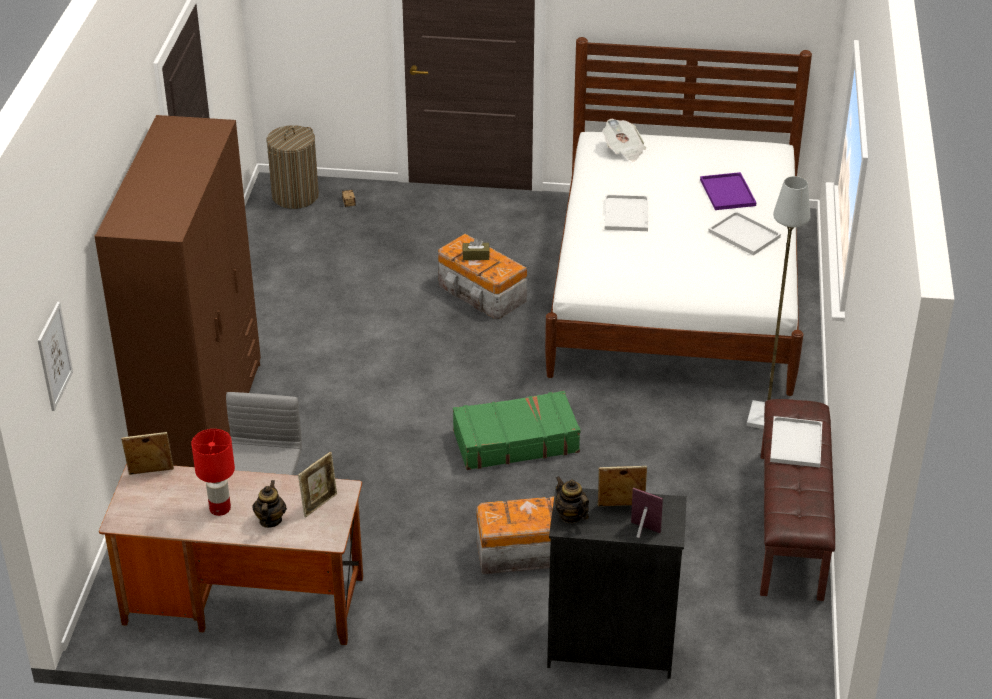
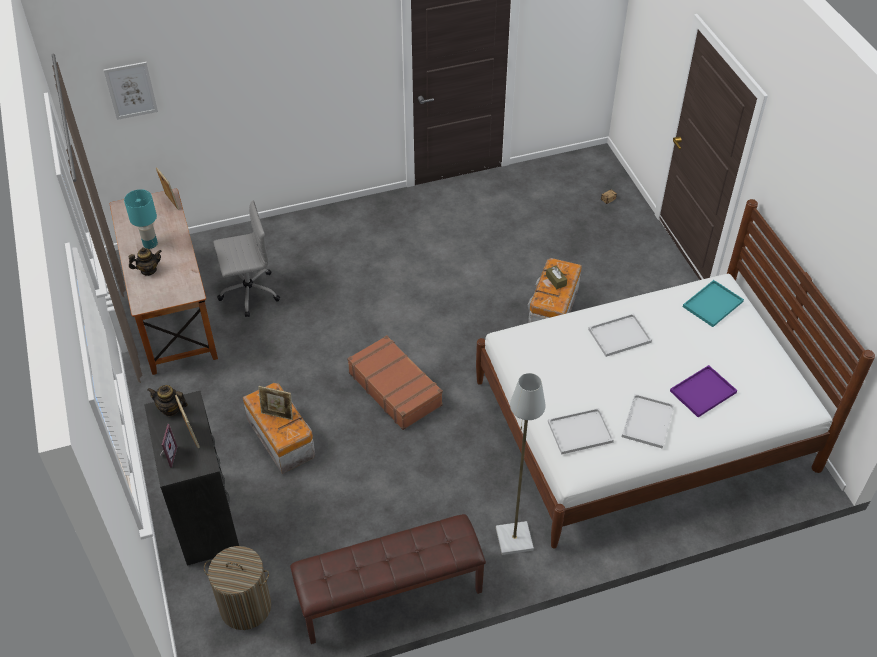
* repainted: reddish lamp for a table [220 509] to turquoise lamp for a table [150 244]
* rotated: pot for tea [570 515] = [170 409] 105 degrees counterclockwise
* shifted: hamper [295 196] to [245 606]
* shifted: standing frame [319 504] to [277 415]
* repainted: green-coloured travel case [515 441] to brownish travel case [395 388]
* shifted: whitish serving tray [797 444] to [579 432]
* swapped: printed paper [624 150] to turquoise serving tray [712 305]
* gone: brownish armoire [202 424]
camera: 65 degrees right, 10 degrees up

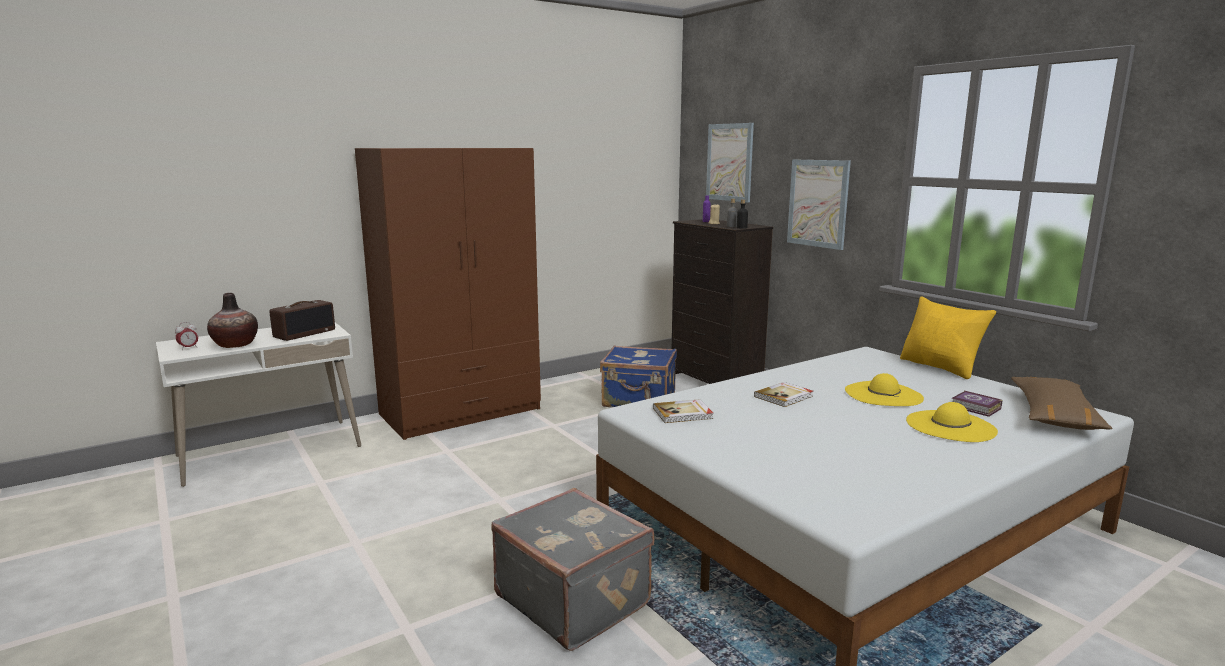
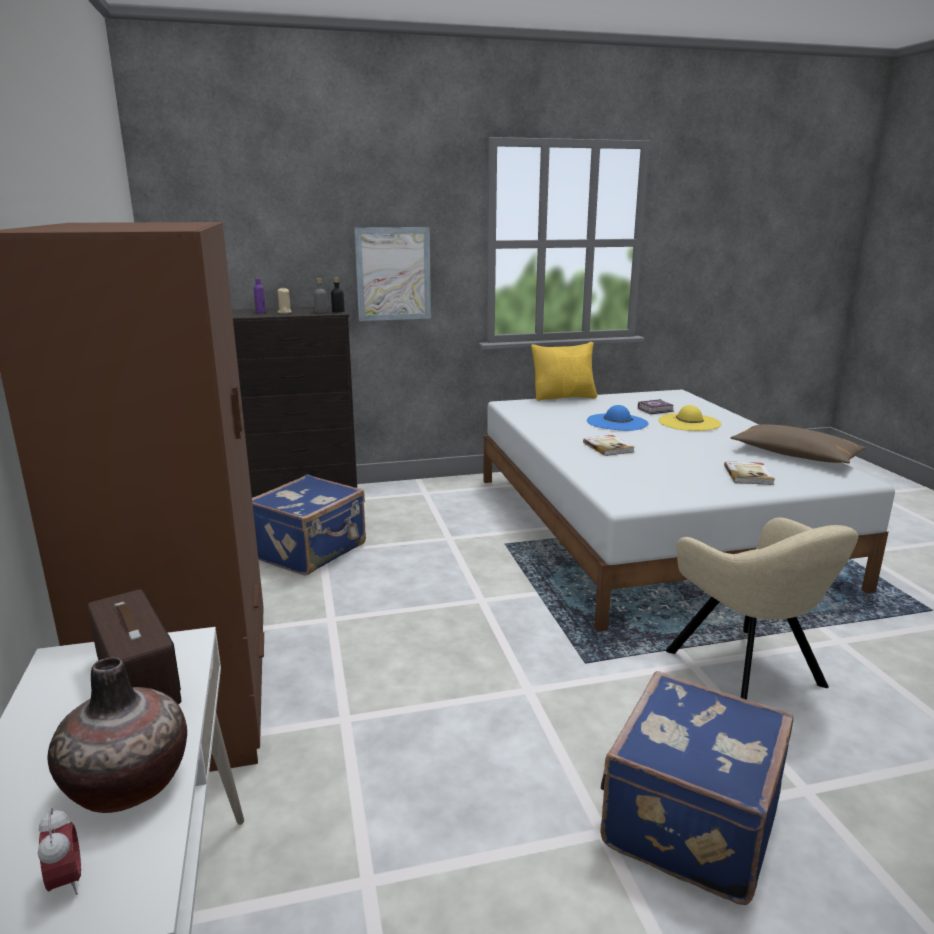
* repainted: yellow wearable hat [883 394] to blue-coloured wearable hat [617 422]
* new: blue-coloured travel case [687 821]
* swapped: gray travel case [574 599] to beige-coloured lounge chair [749 672]
* shifted: bound book [683 413] to [749 475]
* shifted: brownish throw pillow [1054 415] to [795 455]
* gone: picture [729 162]
camera: 70 degrees left, 5 degrees up

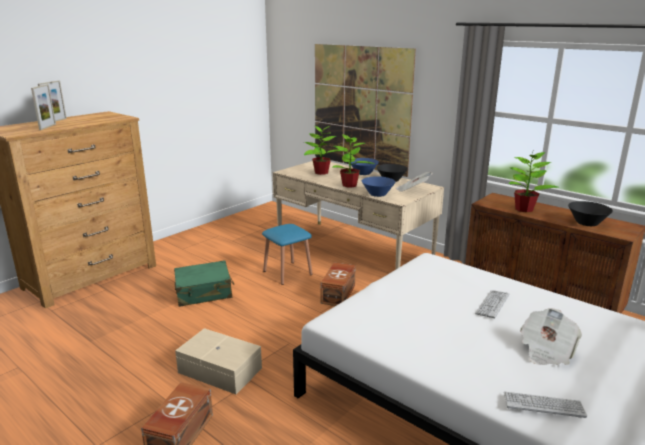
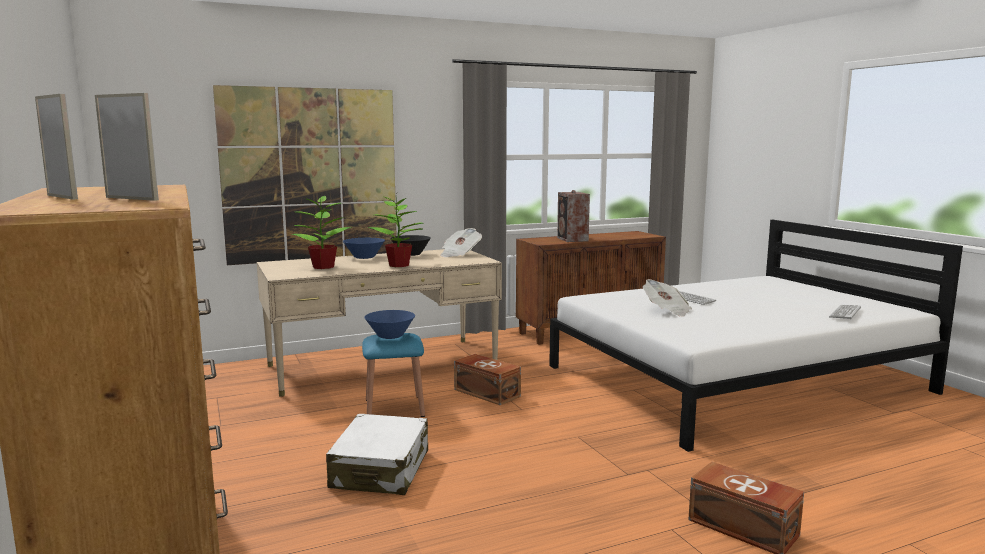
* repainted: green-coloured travel case [204 292] to whitish travel case [381 470]
* shifted: blue-coloured serving bowl [377 194] to [390 336]
* swapped: plant in a pot [524 209] to audio speaker [572 239]
* shifted: printed paper [546 351] to [666 311]
* gone: beige-coloured storage box [220 371]
* gone: black-coloured serving bowl [586 223]
camera: 65 degrees left, 10 degrees down

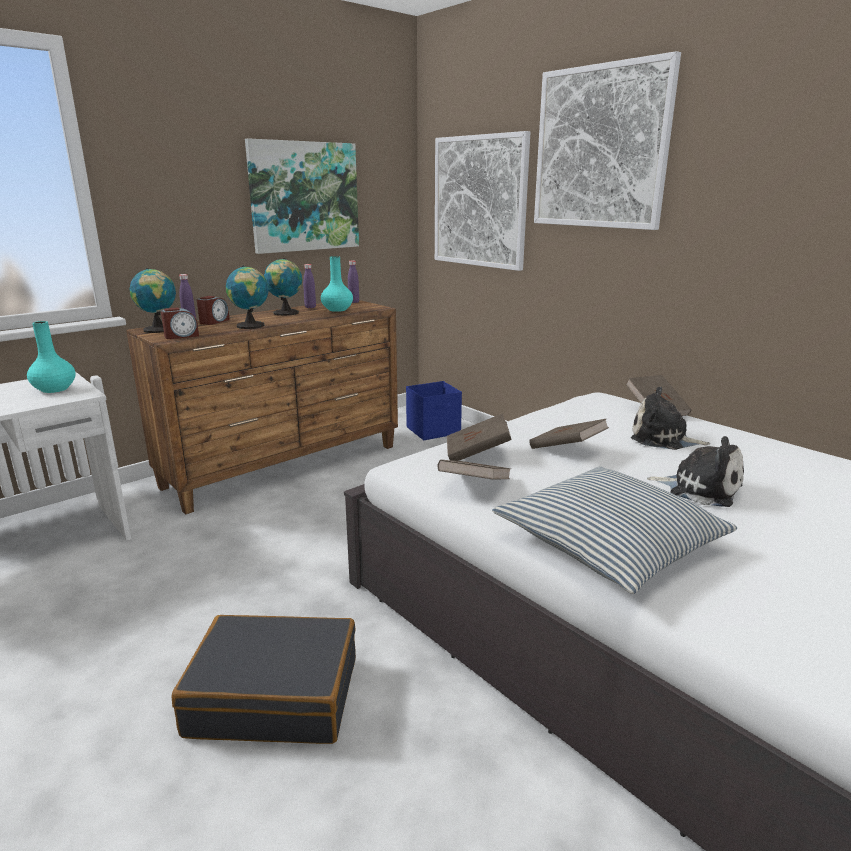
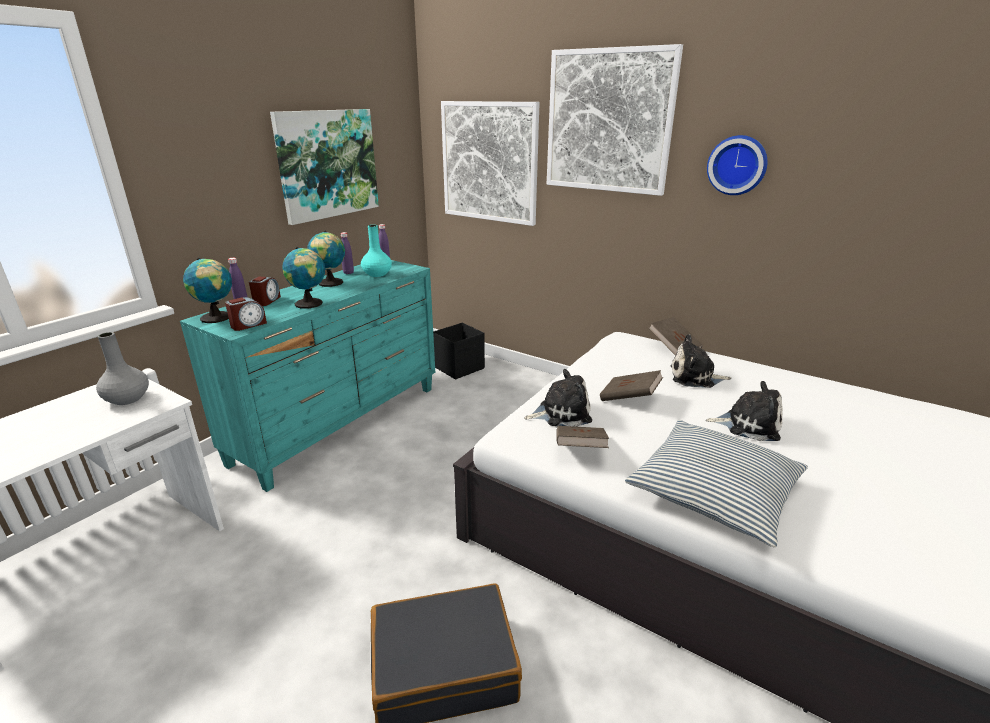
* repainted: turquoise vase [54 389] to gray vase [127 399]
* repainted: brownish drawer chest [285 466] to turquoise drawer chest [341 424]
* repainted: blue-coloured storage box [434 430] to black-coloured storage box [460 368]
* swapped: brownish bound book [477 454] to cuddly toy [561 413]
* new: hanging clock [737 165]
camera: 15 degrees left, 5 degrees up

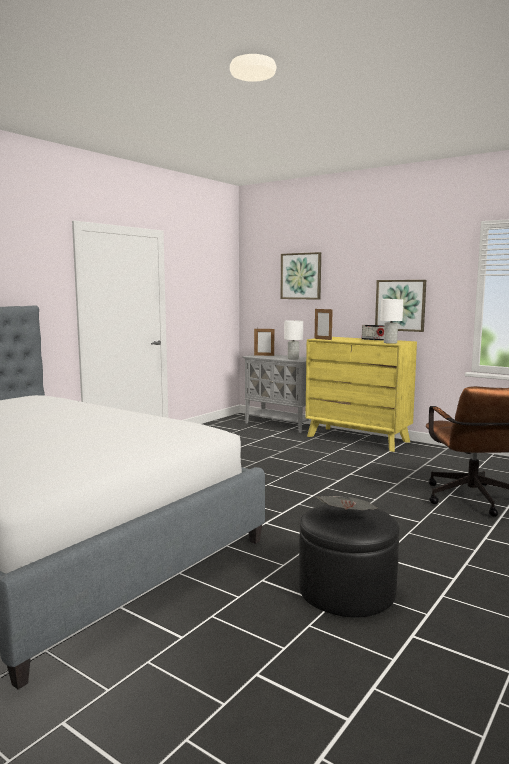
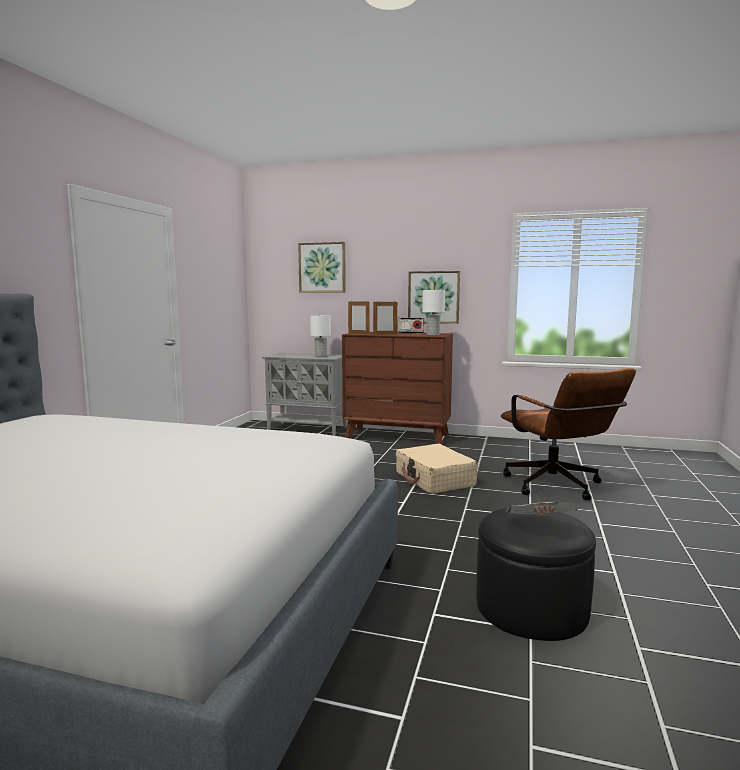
* repainted: yellow drawer chest [357 439] to brownish drawer chest [397 436]
* shifted: standing frame [264 355] to [385 334]
* new: beige-coloured travel case [434 479]
camera: 20 degrees left, 0 degrees up

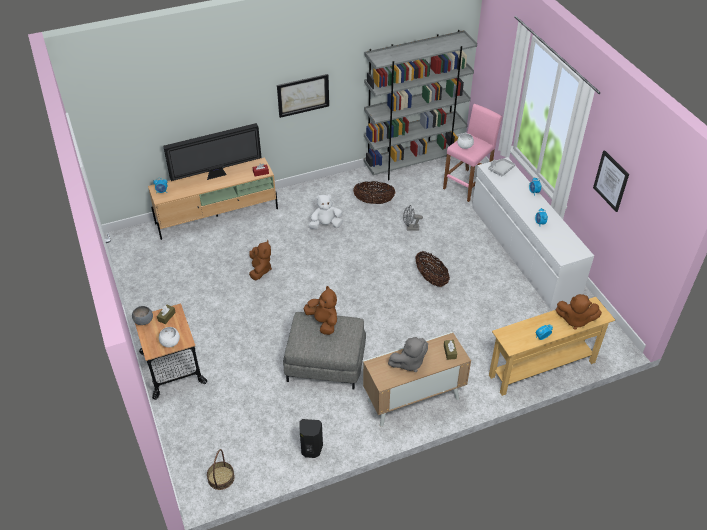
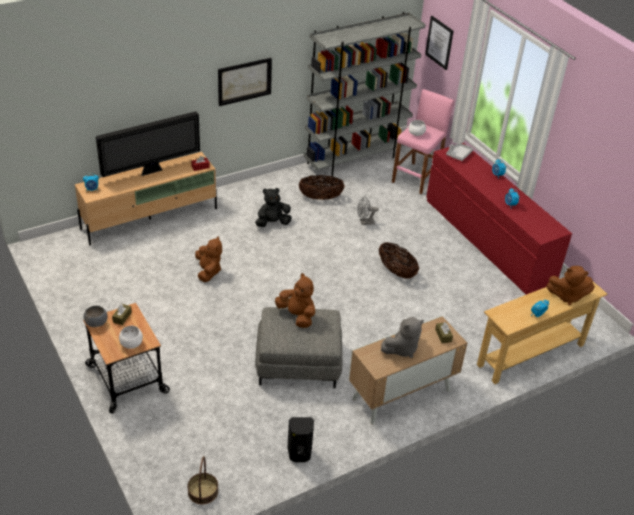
* repainted: whitish cuddly toy [325 225] to black-coloured cuddly toy [272 223]
* shifted: picture [611 181] to [439 42]
* repainted: whitish drawer chest [523 251] to reddish drawer chest [488 240]
camera: 10 degrees left, 5 degrees down

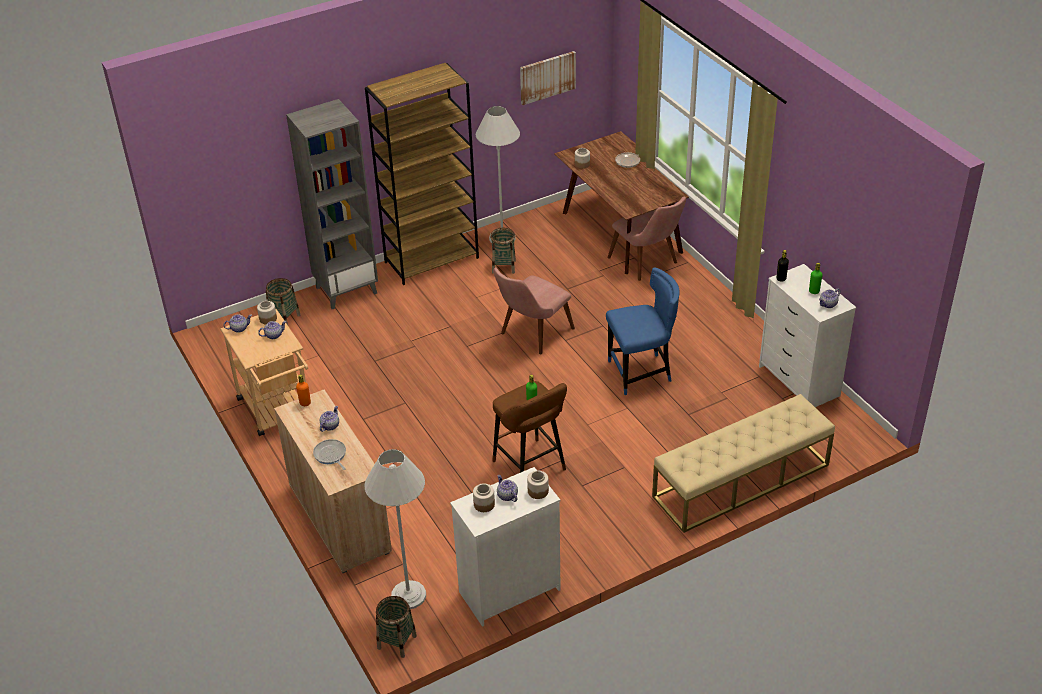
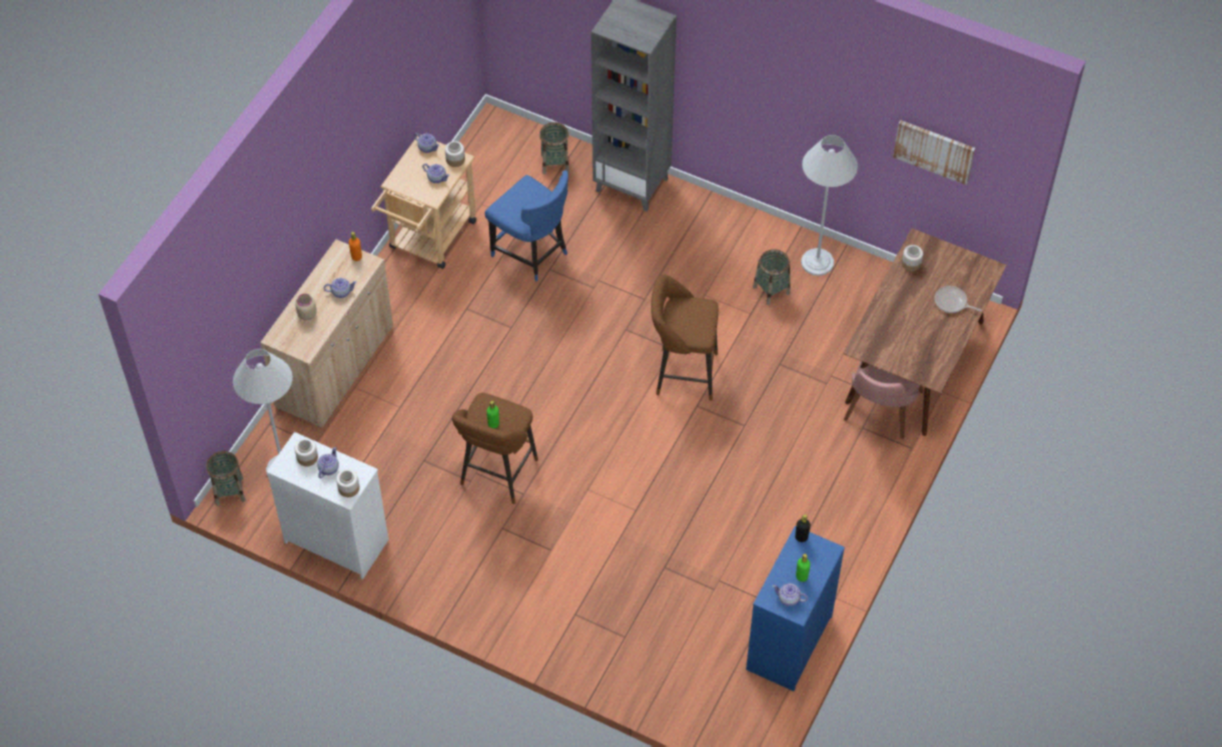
* swapped: pan [330 455] to beige-coloured preserve jar [306 314]
* shifted: blue-coloured upright chair [641 373] to [532 254]
* swapped: pinkish upright chair [531 335] to brownish stool [682 373]
* repainted: whitish drawer chest [798 381] to blue-coloured drawer chest [788 642]
* gone: brownish shelving unit [432 260]
* gone: beige-coloured indoor bench [741 481]
camera: 55 degrees right, 15 degrees up

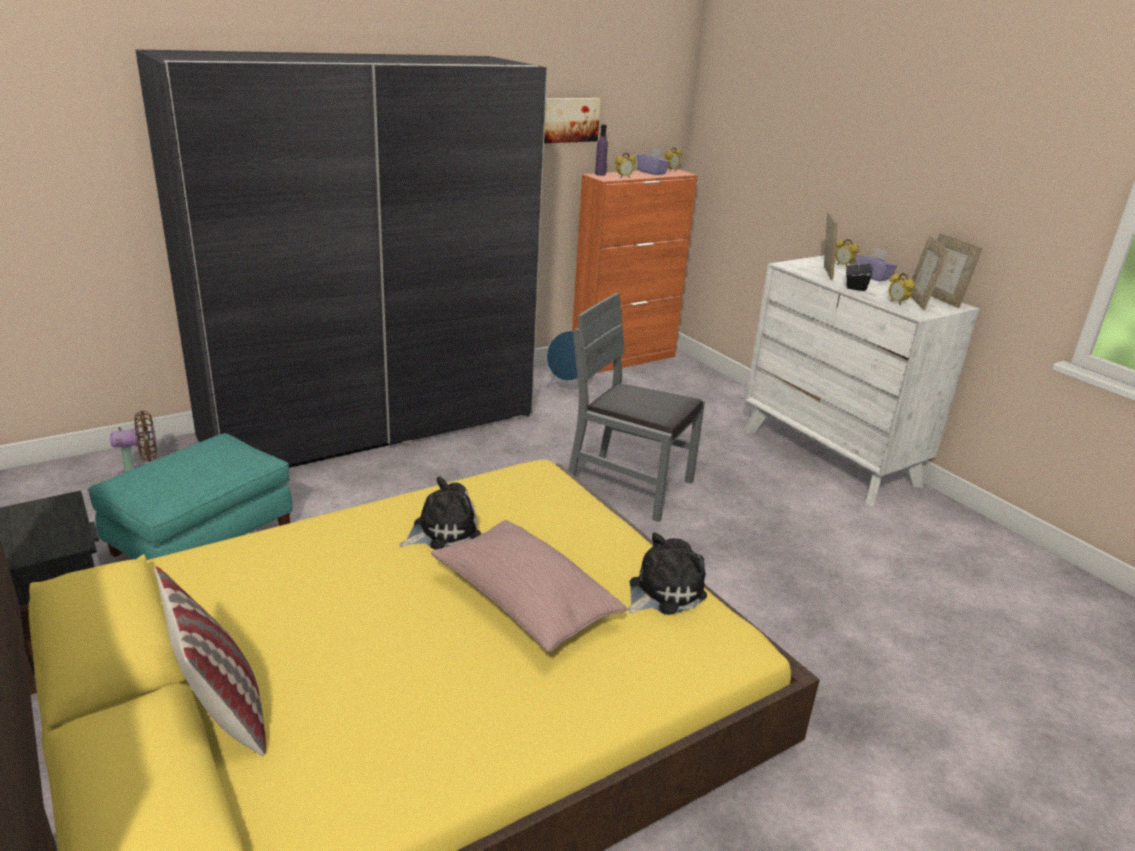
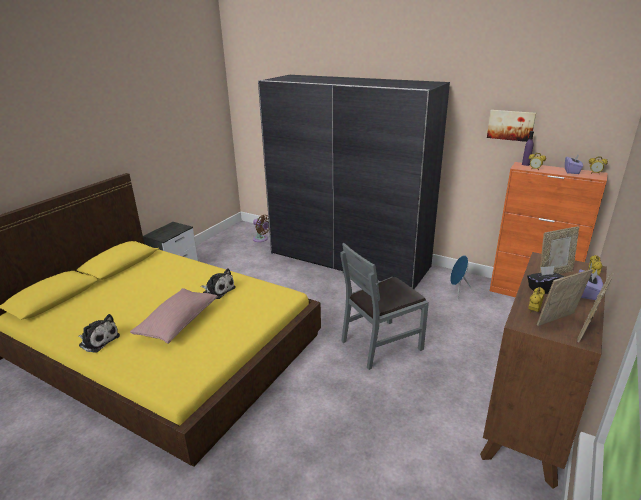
* shifted: cuddly toy [662 592] to [98 340]
* rotated: gray upright chair [630 485] = [381 344] 120 degrees counterclockwise
* repainted: whitish drawer chest [829 457] to brownish drawer chest [529 419]
* gone: turquoise footrest [202 541]
* gone: throw pillow [222 711]
camera: 65 degrees right, 0 degrees up

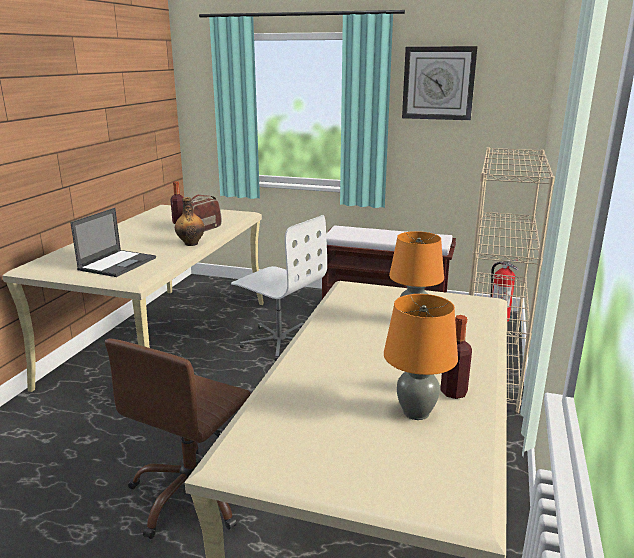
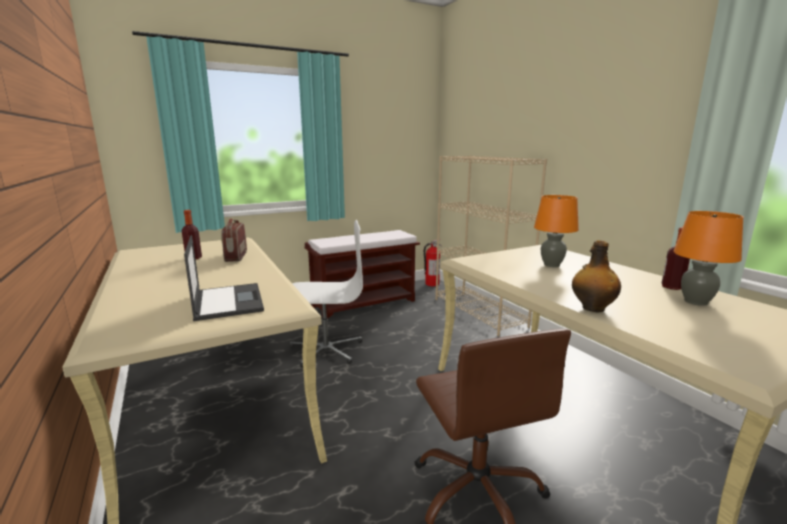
* shifted: drink bottle [191 243] to [592 308]
* gone: hanging clock [438 83]
camera: 45 degrees left, 5 degrees down

